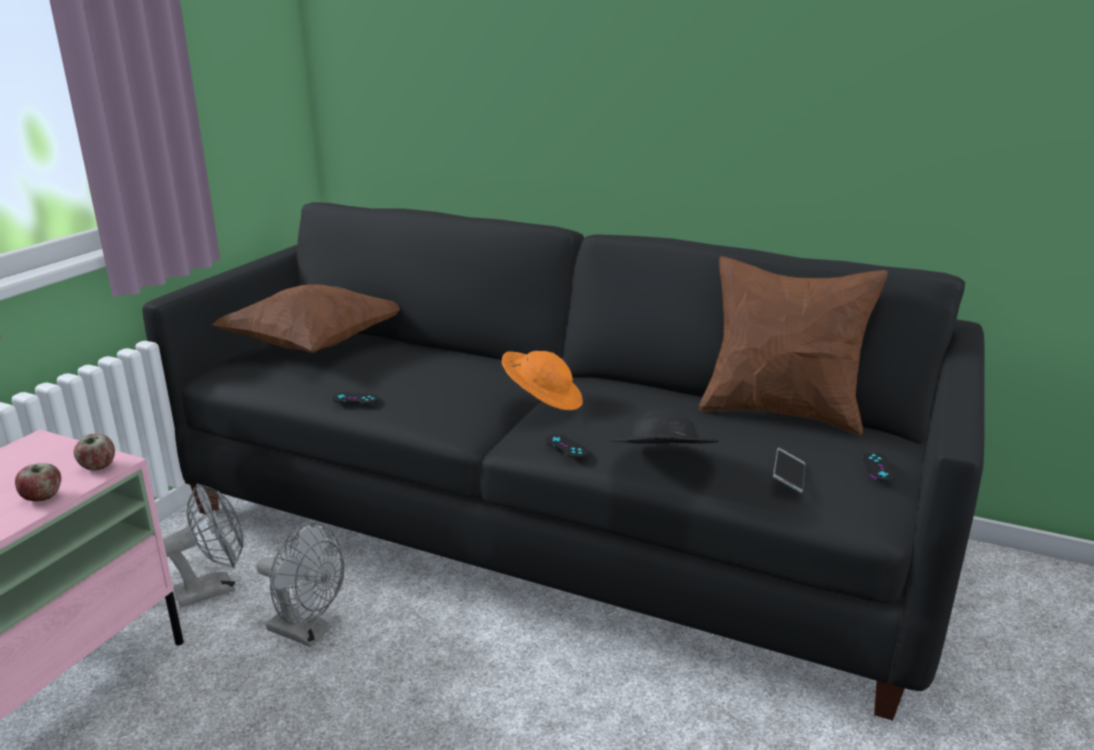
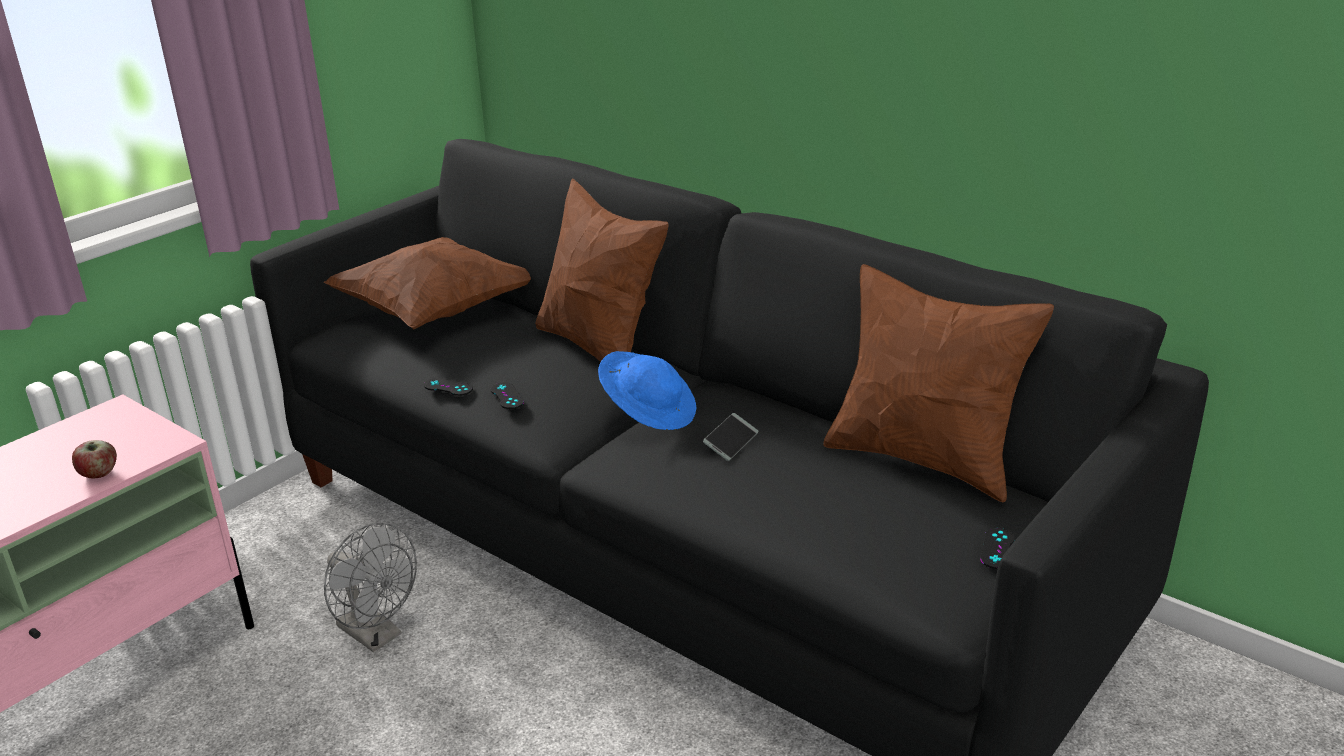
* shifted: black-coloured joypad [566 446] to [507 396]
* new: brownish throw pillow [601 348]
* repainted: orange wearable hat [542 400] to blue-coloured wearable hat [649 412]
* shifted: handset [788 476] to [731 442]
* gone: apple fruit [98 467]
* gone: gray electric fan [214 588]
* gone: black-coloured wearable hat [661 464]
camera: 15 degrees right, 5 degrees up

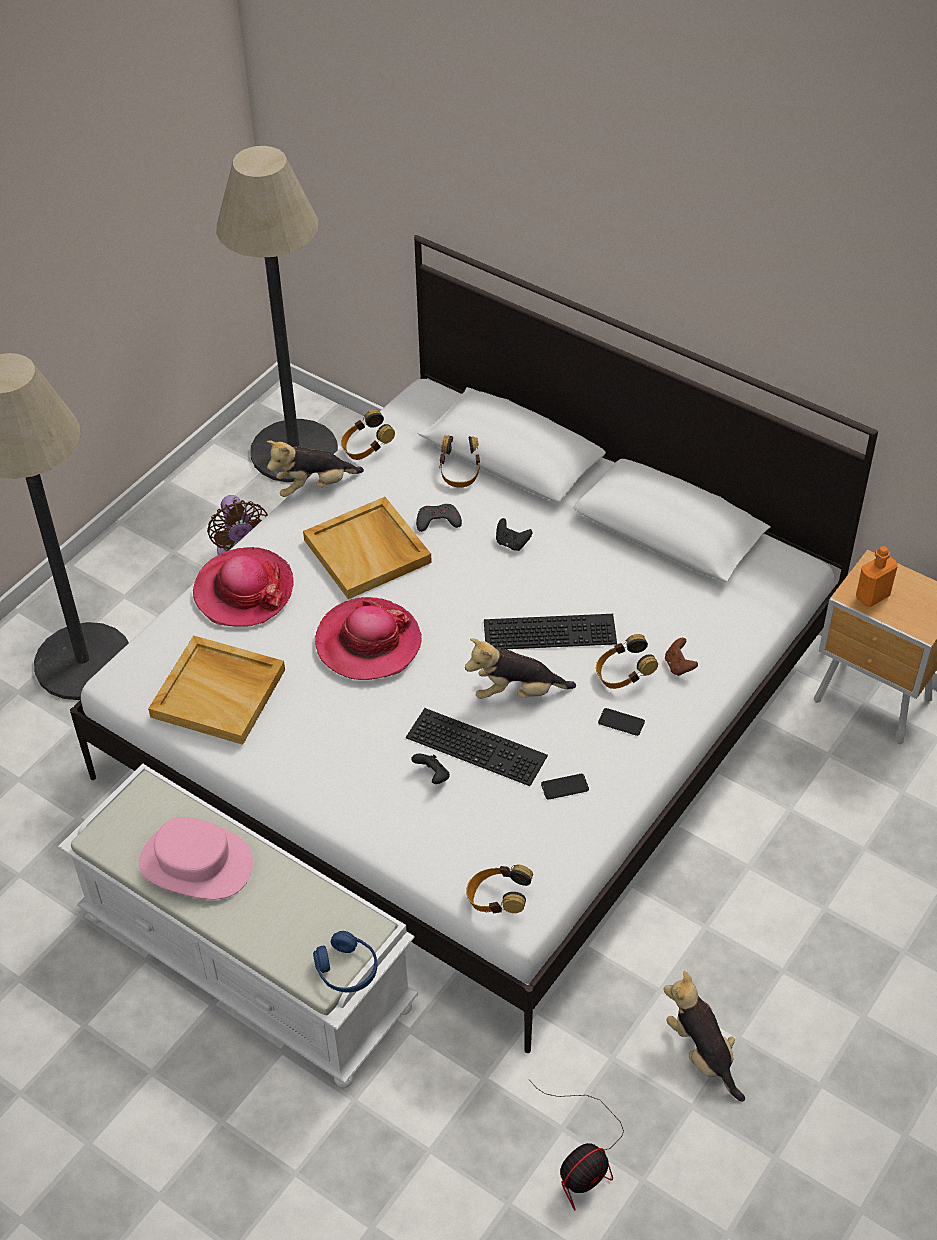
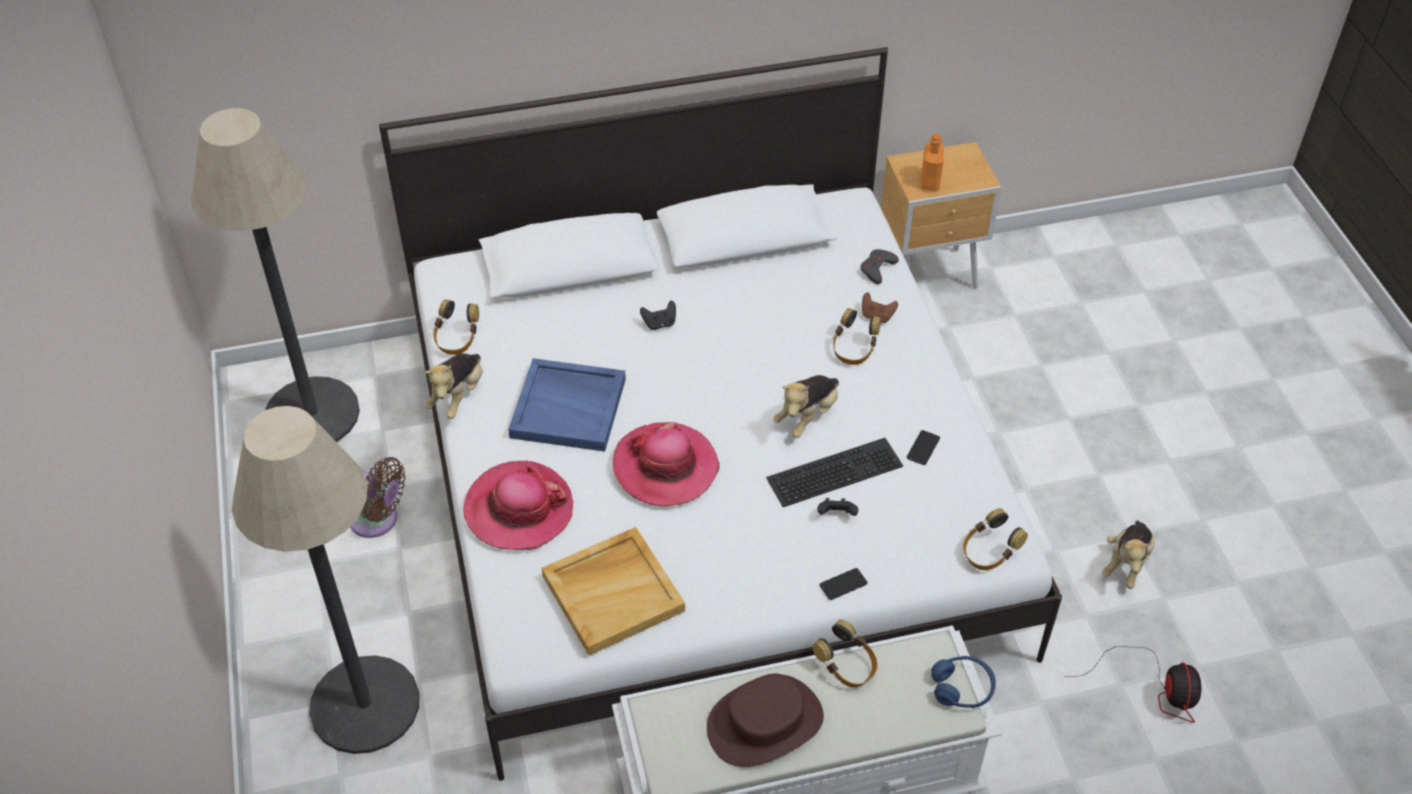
* repainted: beige-coloured serving tray [368 551] to blue-coloured serving tray [569 407]
* repainted: pinkish wearable hat [195 864] to brownish wearable hat [765 723]
* shifted: headset [460 473] to [846 667]
* shifted: handset [621 722] to [843 584]
* shifted: gray joypad [438 521] to [877 269]
* rotated: cuddly toy [702 1053] = [1126 563] 75 degrees counterclockwise
* gone: computer keyboard [551 630]
camera: 50 degrees left, 0 degrees up

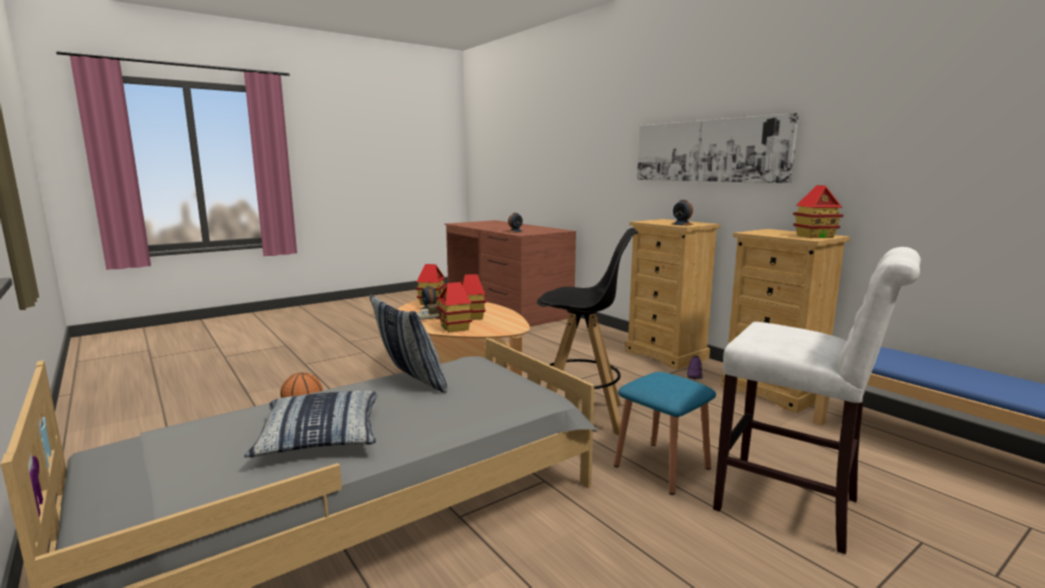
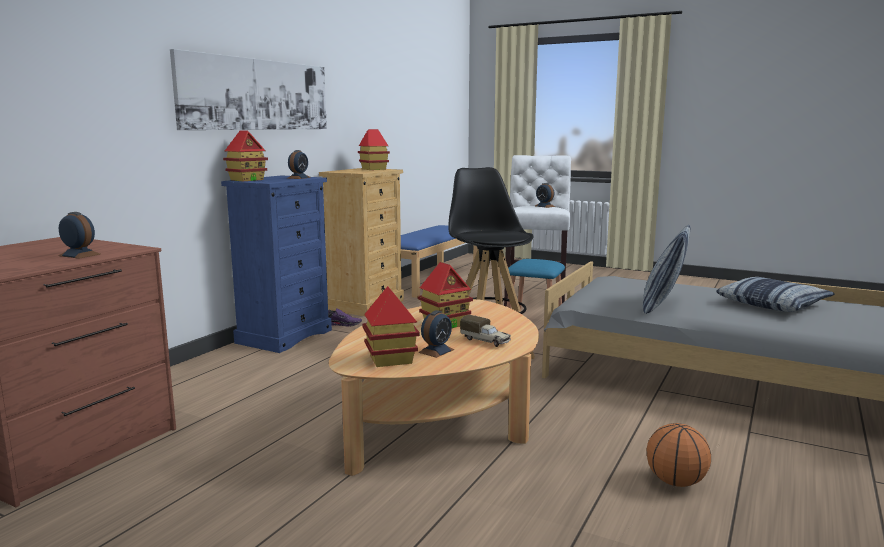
* repainted: beige-coloured drawer chest [666 355] to blue-coloured drawer chest [284 336]
* shifted: toy house [455 328] to [247 180]
* new: bedside clock [544 206]
camera: 115 degrees left, 0 degrees up

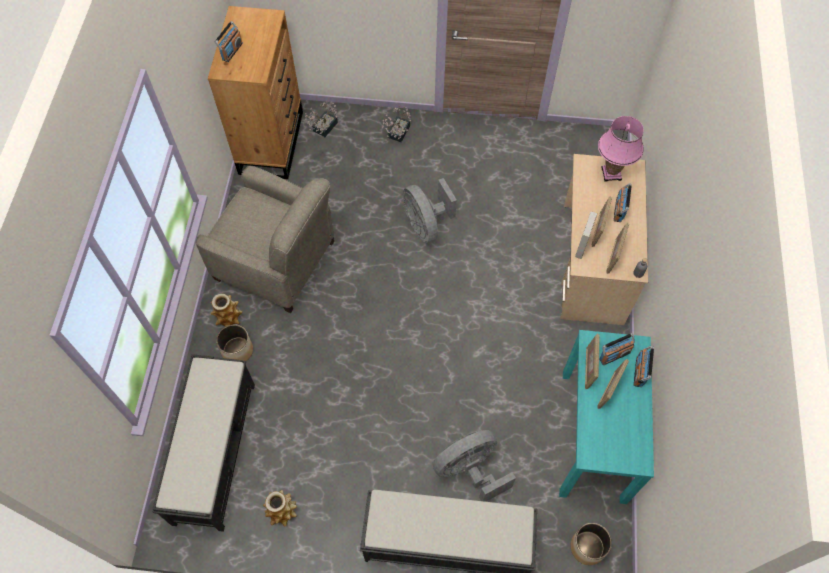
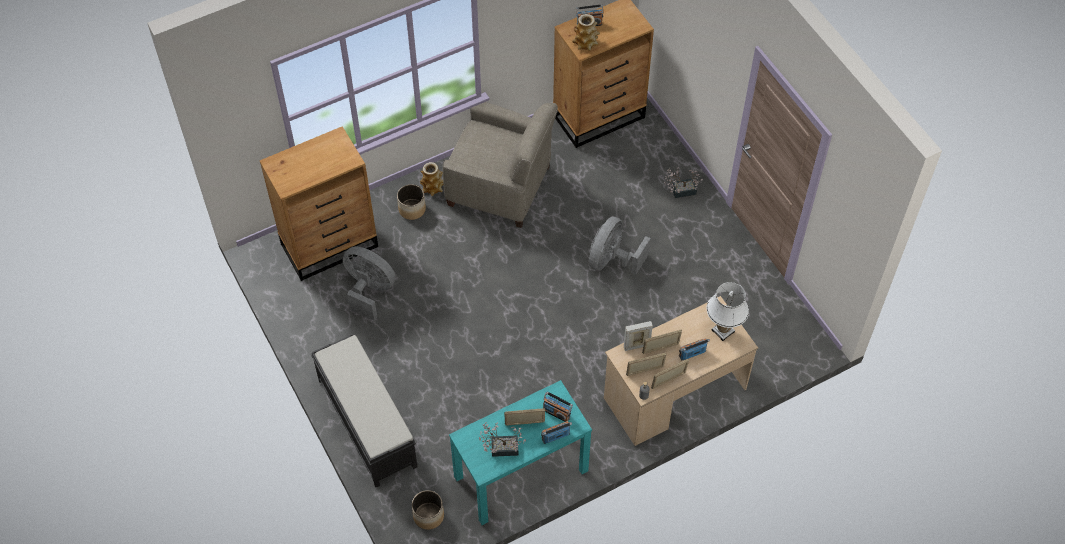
* swapped: black-coloured indoor bench [215 451] to brownish drawer chest [330 245]
* shifted: gray electric fan [469 470] to [369 290]
* rotated: beige-coloured lounge chair [276 261] = [500 186] 60 degrees counterclockwise
* shifted: plant in a pot [323 128] to [501 448]
* shifted: vase [282 511] to [586 43]
* shifted: standing frame [588 368] to [668 381]
* repainted: pinkish lamp for a table [611 174] to whitish lamp for a table [723 331]
camera: 55 degrees right, 5 degrees down

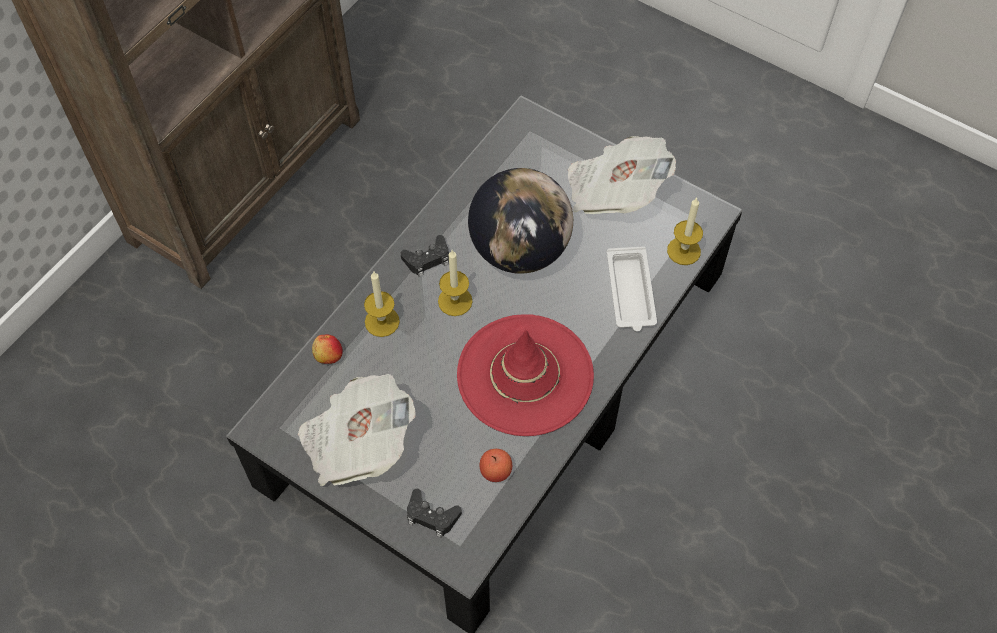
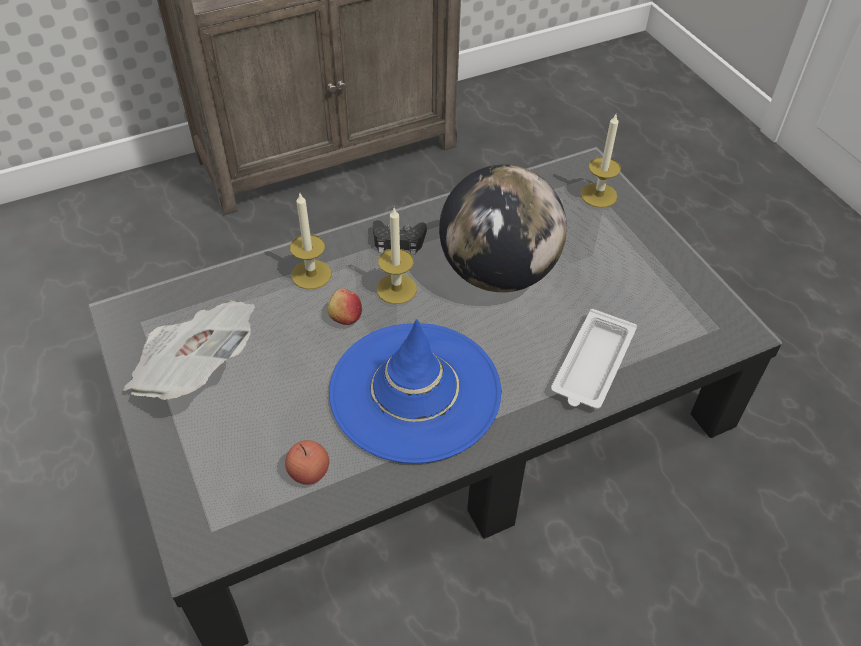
* shifted: apple fruit [328 355] to [345 317]
* repainted: reddish wearable hat [525 375] to blue-coloured wearable hat [415 391]
* shifted: candle [683 251] to [599 195]
* gone: black-coloured joypad [431 516]
* gone: printed paper [614 191]
camera: 30 degrees right, 10 degrees down

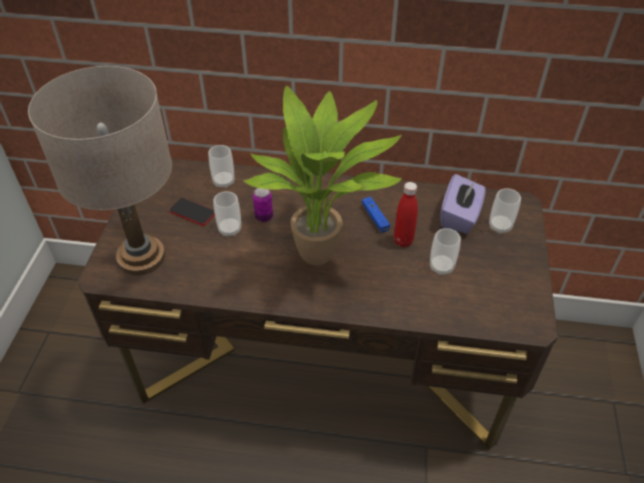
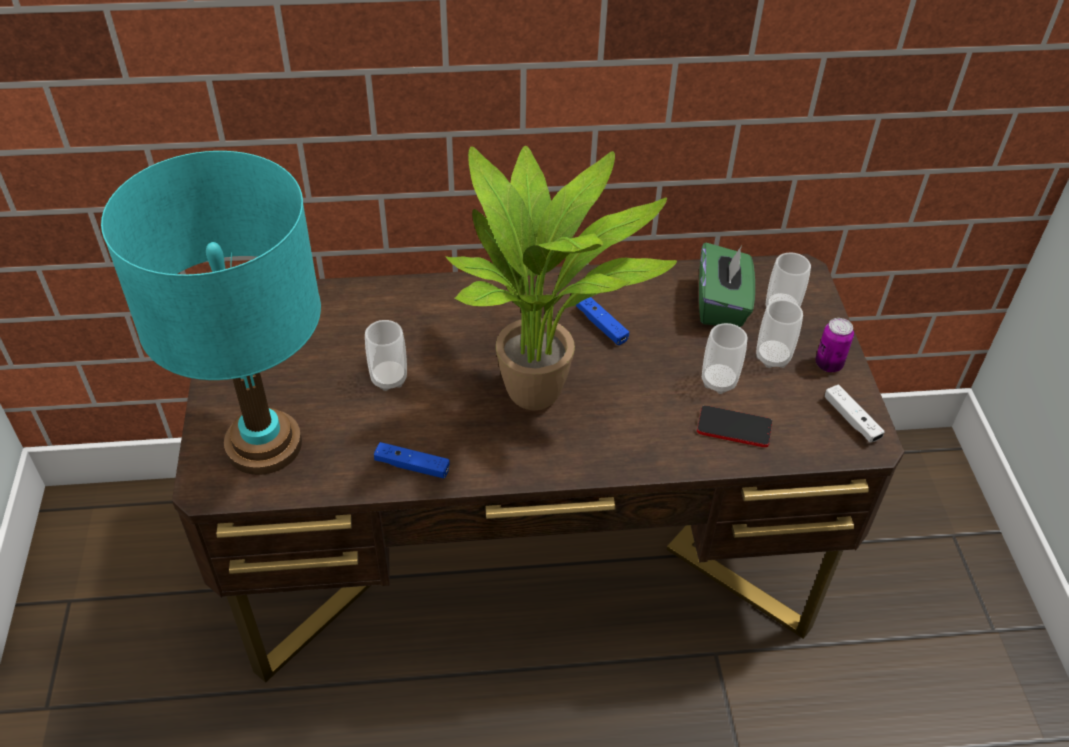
* repainted: beige-coloured lamp for a table [141 257] to turquoise lamp for a table [263 445]
* new: blue-coloured joypad [412 466]
* shifted: handset [192 212] to [734 428]
* repainted: purplish tissue box [460 216] to green-coloured tissue box [722 304]
* shifted: drinking cup [224 182] to [772 357]
* shifted: can [264 217] to [828 364]
* new: whitish joypad [851 419]
* gone: reddish drink bottle [403 241]
camera: 15 degrees left, 0 degrees up

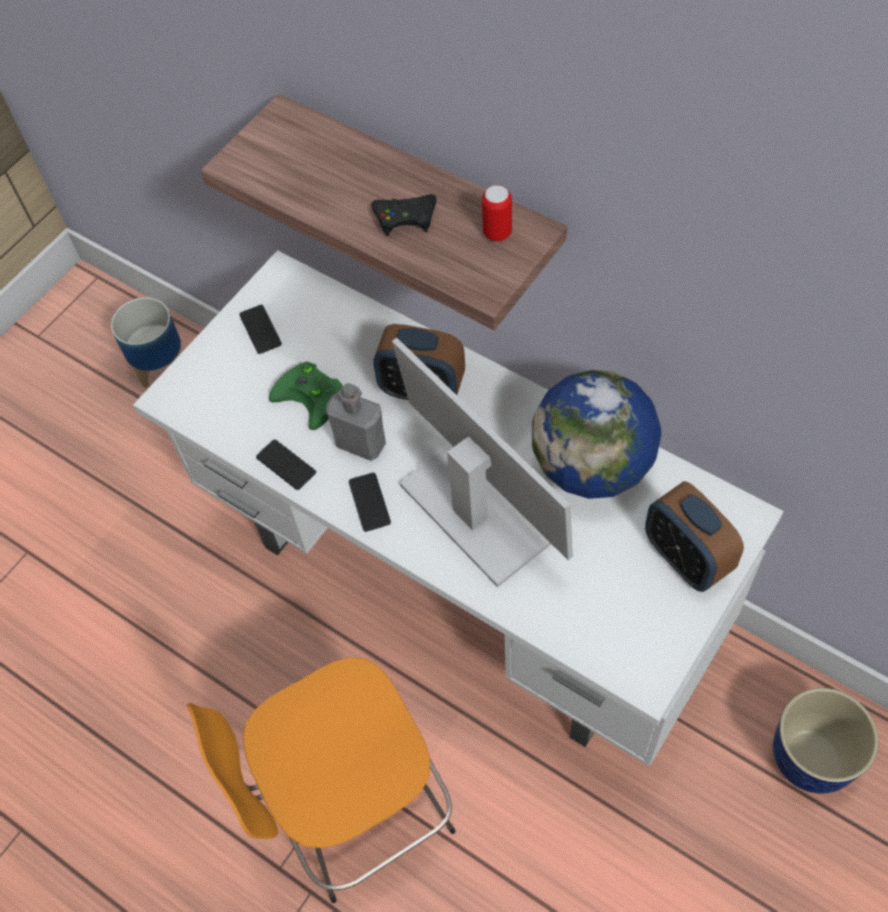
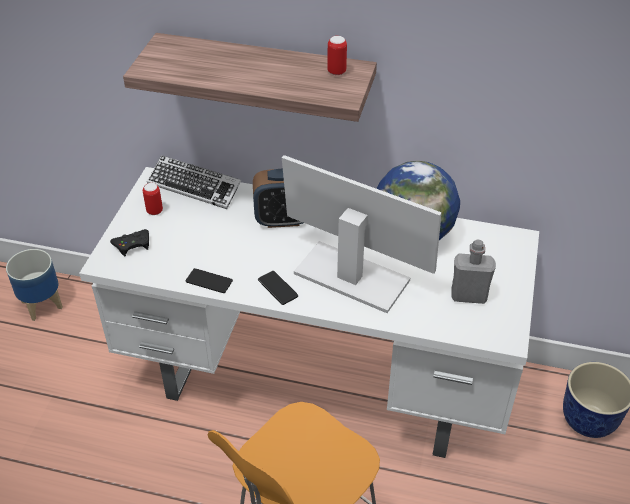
* shifted: black-coloured joypad [405 218] to [132 245]
* swapped: handset [260 330] to can [154 211]
* new: computer keyboard [194 186]
* shifted: gray drink bottle [361 444] to [468 296]
* gone: green-coloured joypad [313 396]
* gone: bedside clock [686 558]
camera: 25 degrees left, 15 degrees down

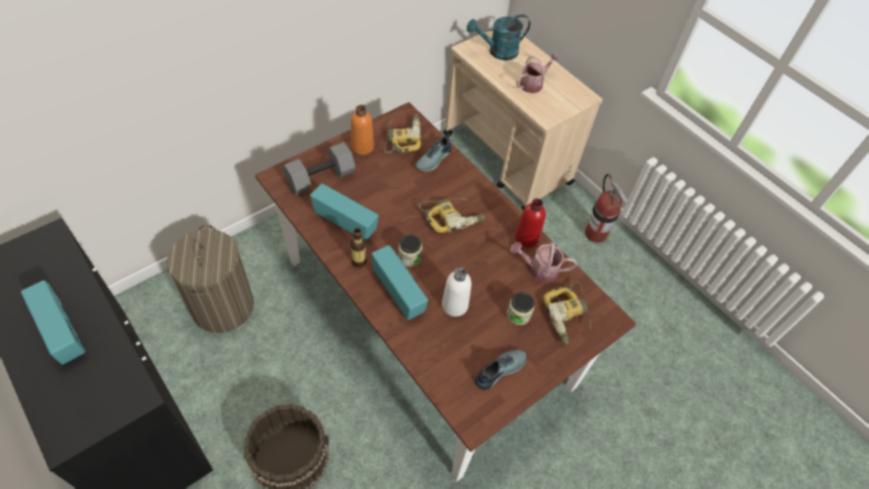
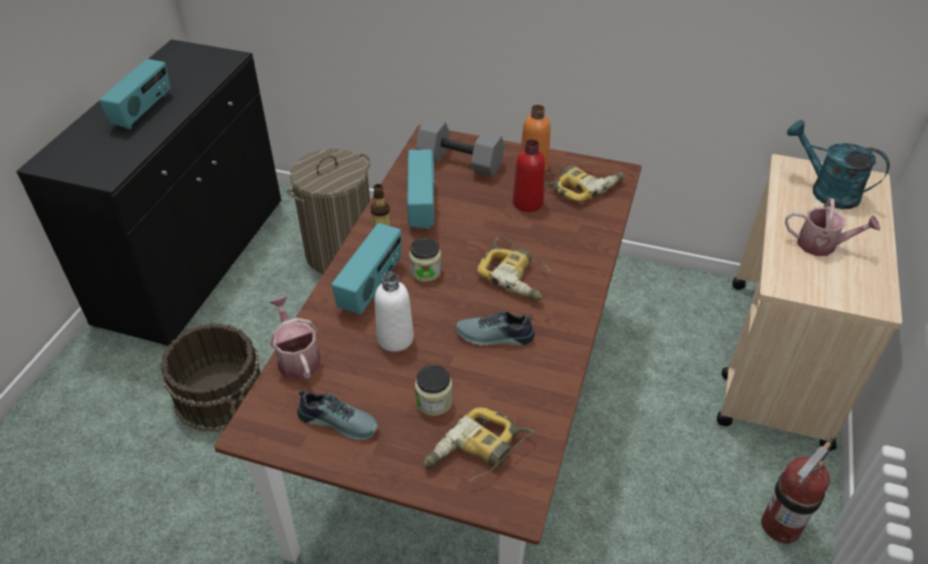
* shifted: watering pot [539 269] to [297 358]
* shifted: low shoe [434 159] to [494 337]
* shifted: reddish drink bottle [526 238] to [527 202]
camera: 60 degrees right, 10 degrees down

